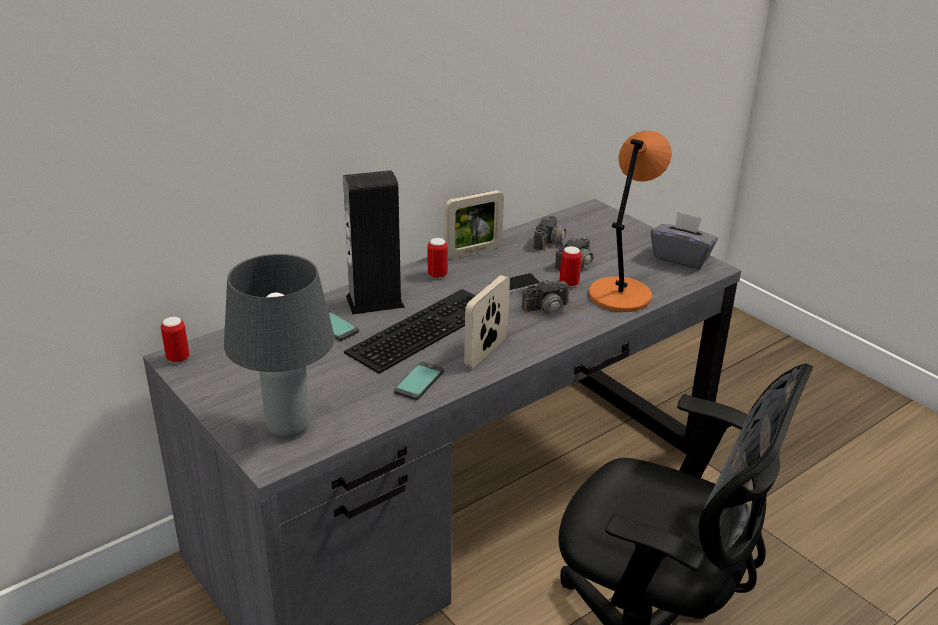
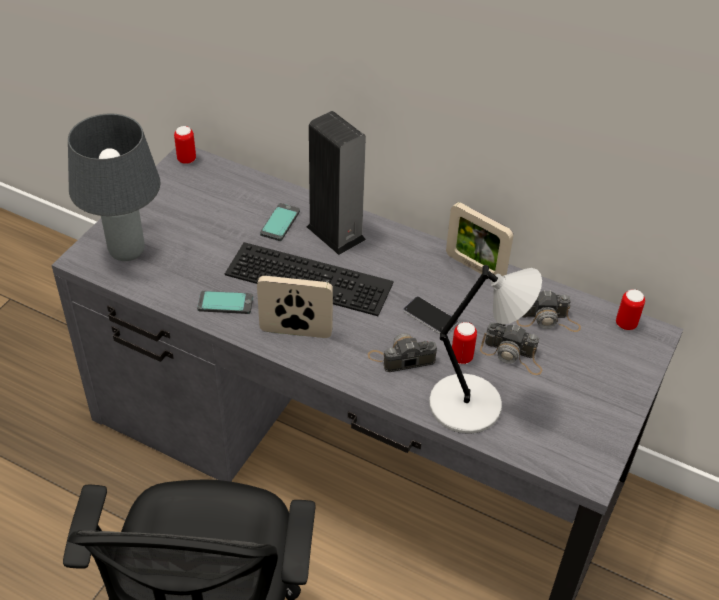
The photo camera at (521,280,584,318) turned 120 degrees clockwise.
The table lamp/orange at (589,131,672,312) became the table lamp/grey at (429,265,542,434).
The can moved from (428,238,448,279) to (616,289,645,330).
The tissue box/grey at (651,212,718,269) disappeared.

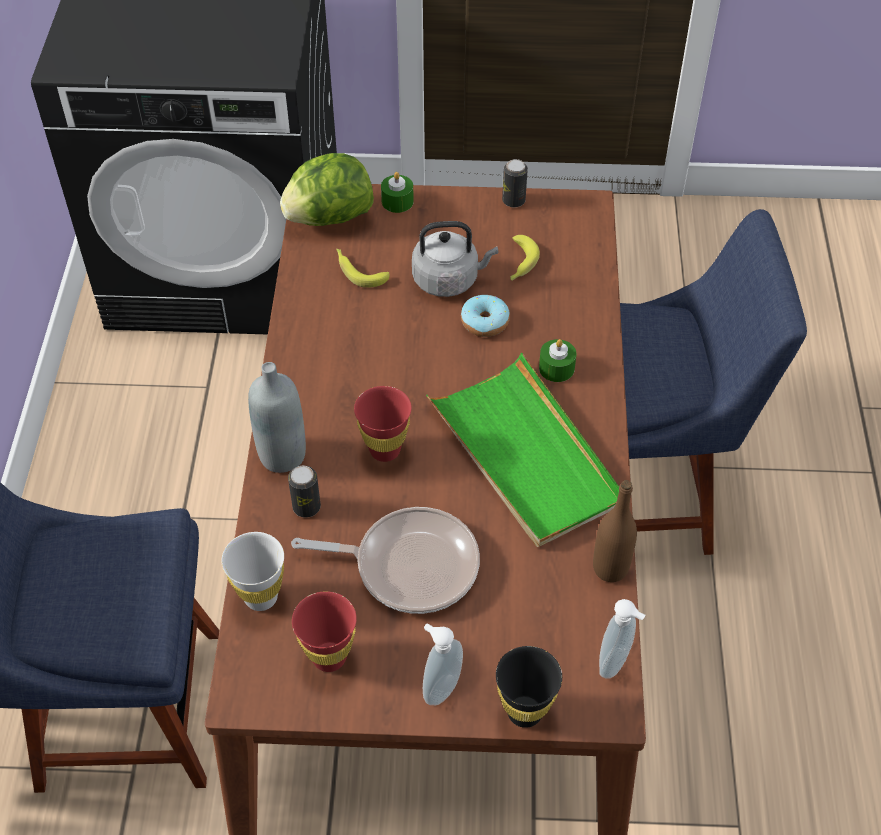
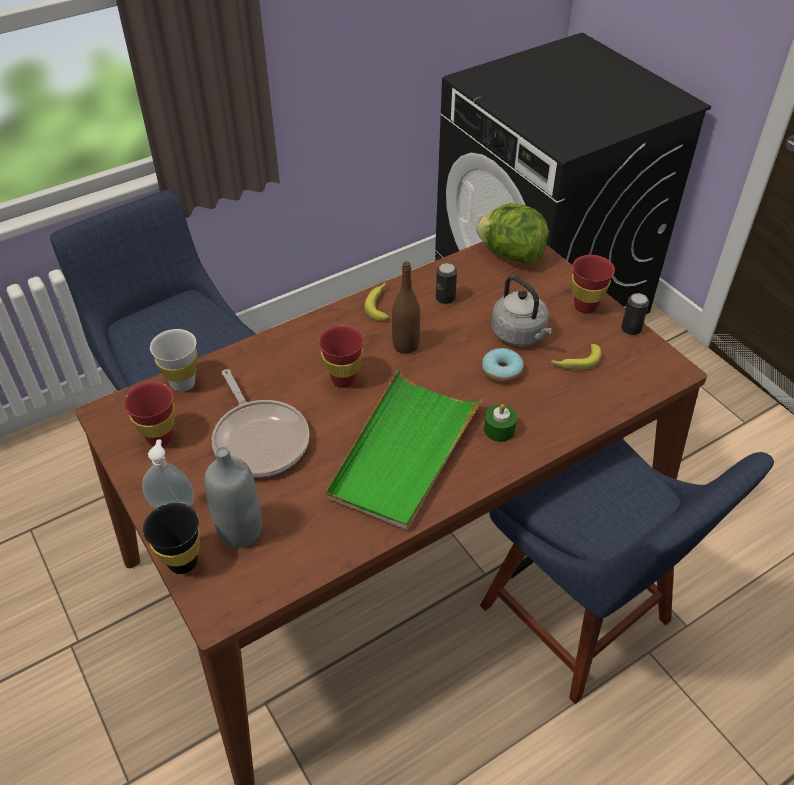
The bottle/grey moved from (248,362,306,473) to (204,446,262,548).
The banana moved from (336,249,390,288) to (364,283,389,321).
The bottle/brown moved from (593,480,637,582) to (392,262,420,354).
The can moved from (288,466,321,518) to (436,263,457,304).
The cup/red at (572,255,615,314) appeared.
The candle/green at (381,172,414,213) disappeared.
The soap dispenser at (599,599,646,679) disappeared.

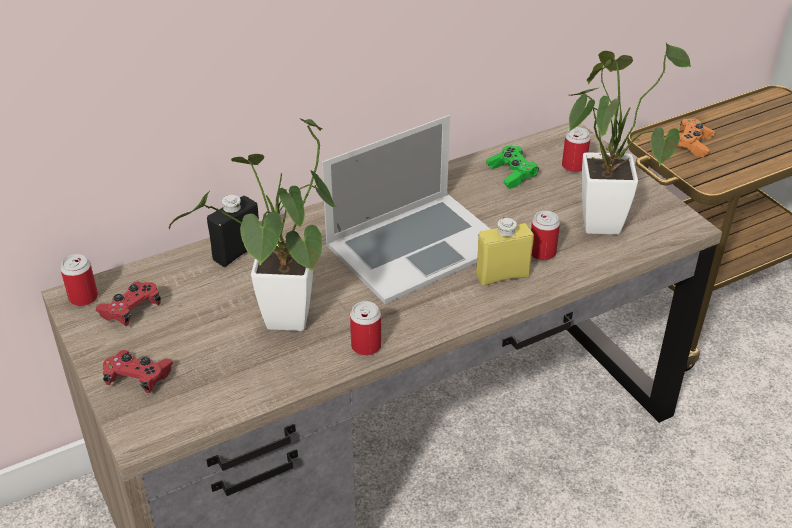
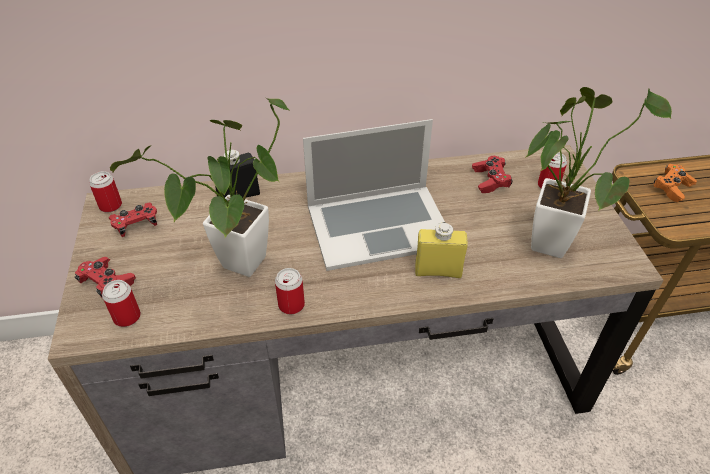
The can moved from (531,211,560,261) to (102,280,141,327).
The game controller/green at (486,146,539,189) became the game controller/red at (472,156,513,193).

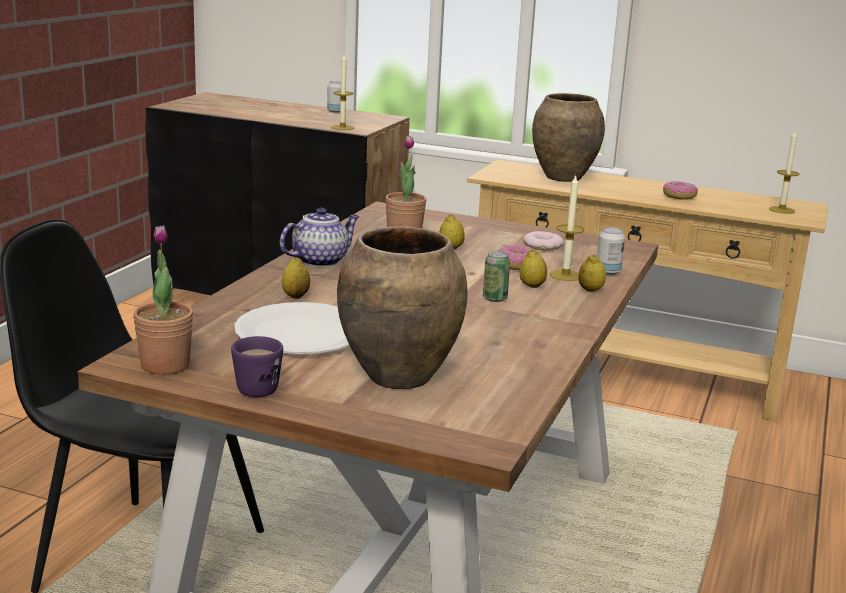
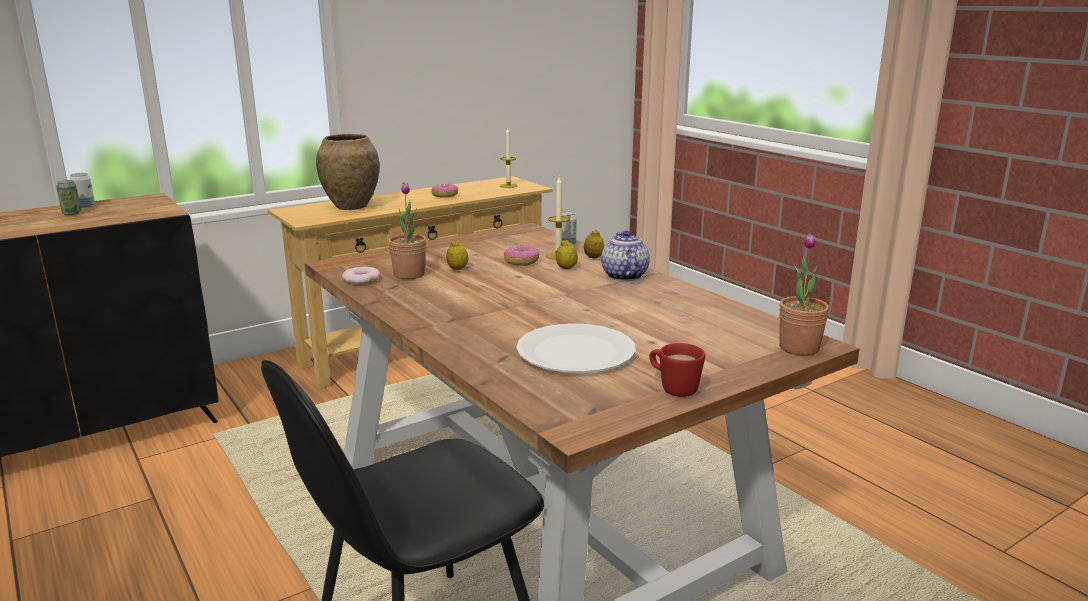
The can moved from (483,251,510,302) to (56,180,81,215).
The donut moved from (523,231,564,251) to (342,267,381,285).
The teapot moved from (280,208,360,267) to (601,231,650,281).
The mug/purple at (231,336,283,397) became the mug/red at (649,343,705,397).
The potted plant moved from (133,225,193,375) to (779,233,829,356).
The lemon at (282,257,310,299) disappeared.
The candle at (331,54,354,130) disappeared.
The vase/brown at (337,226,468,389) disappeared.

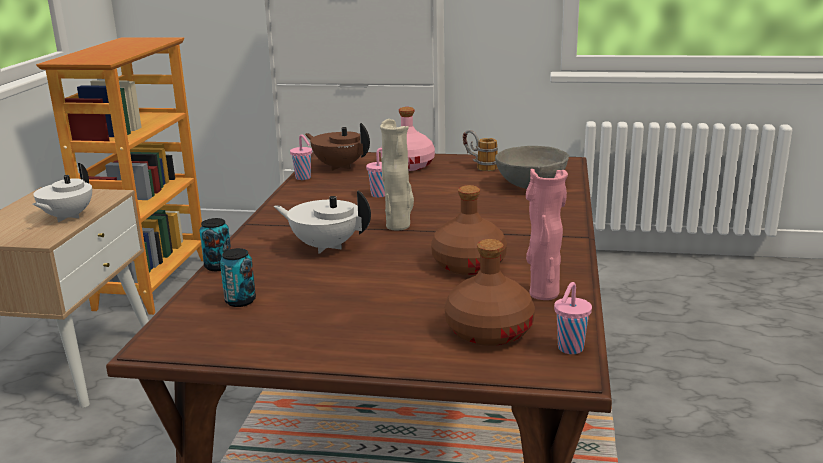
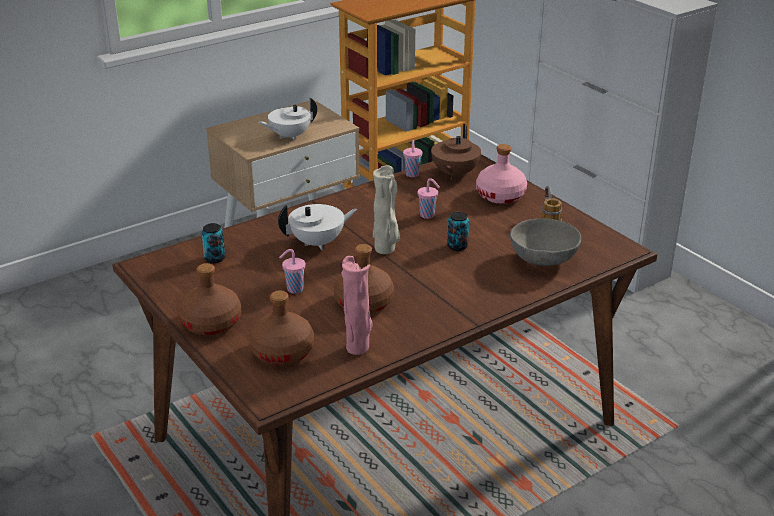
The bottle/brown at (178,263,241,335) appeared.
The teapot/white at (274,190,371,254) turned 90 degrees clockwise.
The cup/pink moved from (554,282,592,354) to (279,249,306,294).
The teapot/brown at (305,123,370,171) turned 150 degrees counterclockwise.
The can moved from (200,218,231,271) to (447,212,469,251).

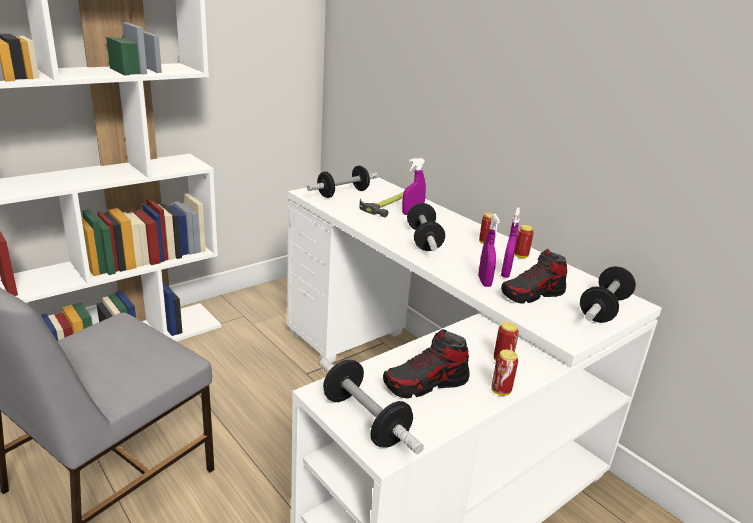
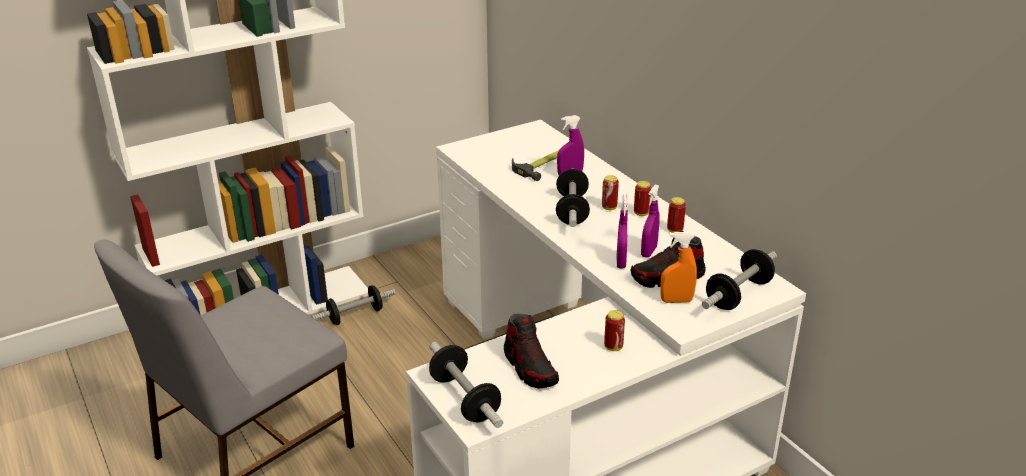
The dumbbell moved from (307,165,378,198) to (311,285,396,325).
The shoe at (383,329,470,398) turned 105 degrees counterclockwise.
The can moved from (491,350,518,396) to (602,175,619,210).
The spray bottle/orange at (660,232,697,303) appeared.

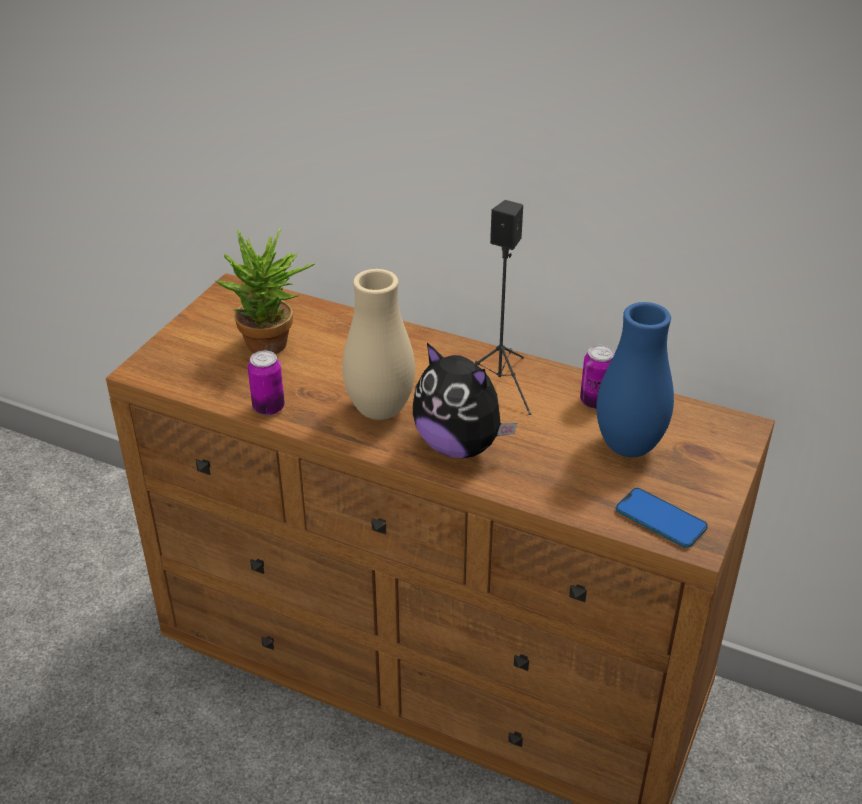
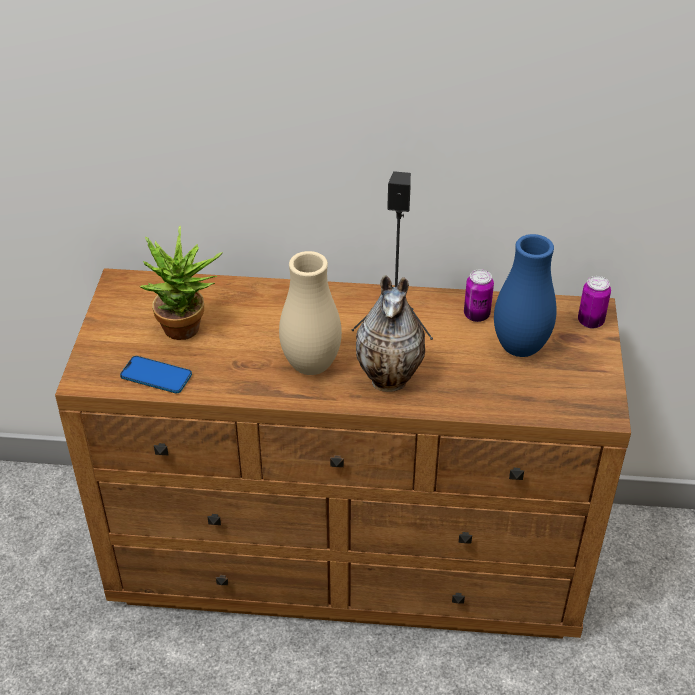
The phone moved from (616,488,708,548) to (120,356,192,394).
The plush toy at (413,343,517,458) was replaced by the vase at (356,275,425,392).
The can moved from (248,351,285,415) to (578,276,611,328).

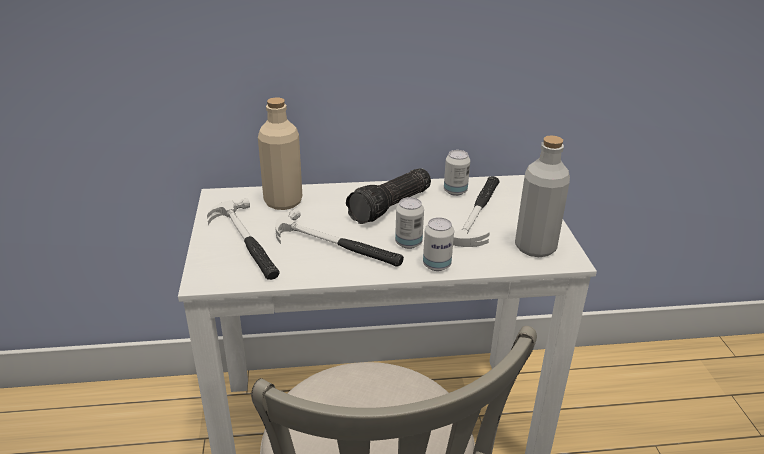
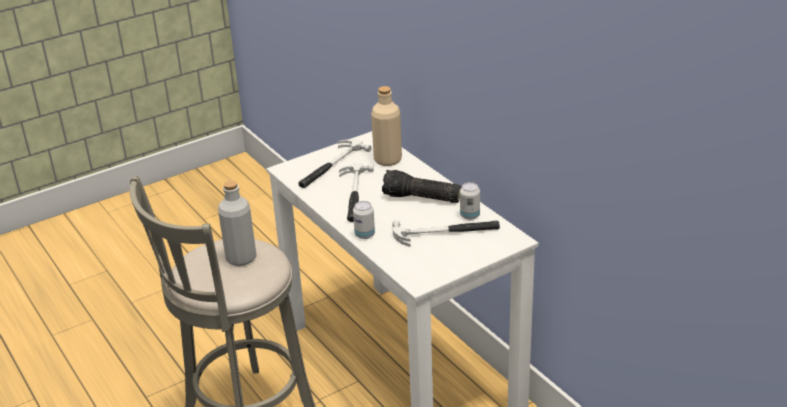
The bottle/grey moved from (515,135,570,257) to (218,180,256,266).
The can at (395,197,424,249) disappeared.

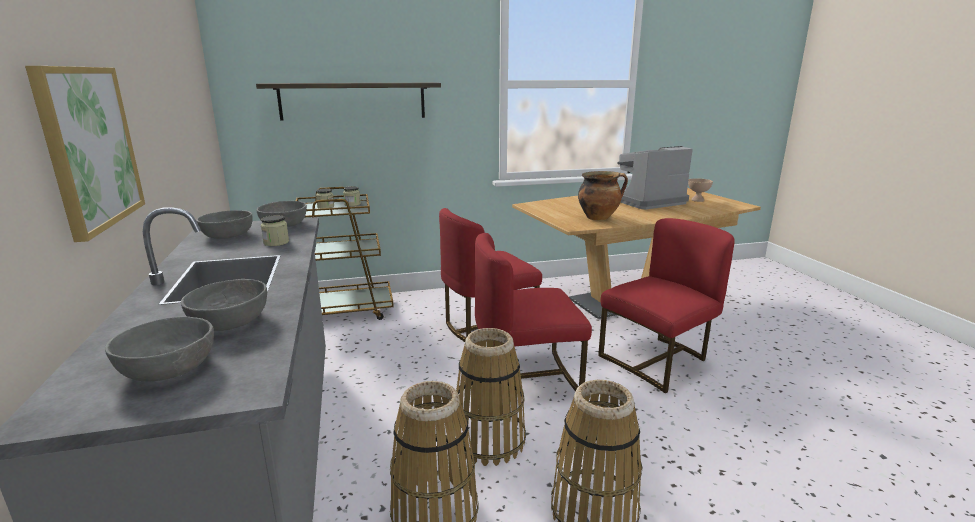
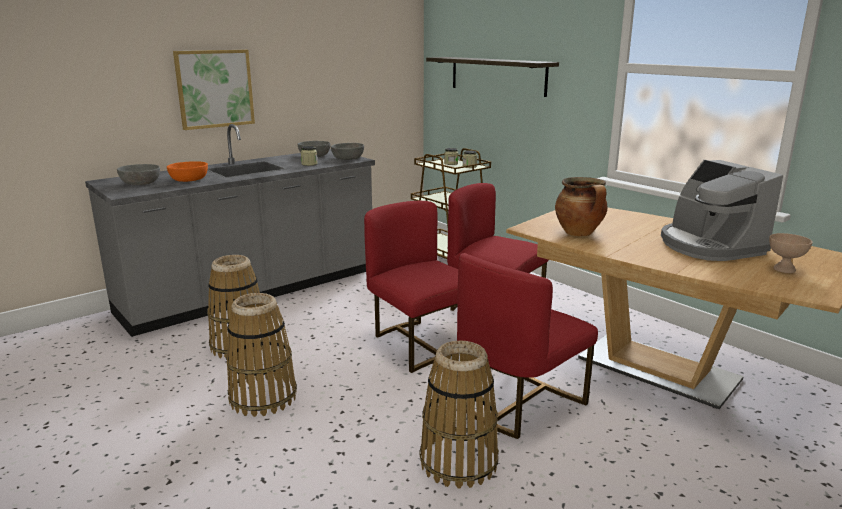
The bowl/grey at (181,279,267,331) became the bowl/orange at (167,161,208,182).
The basket moved from (453,328,526,466) to (420,341,499,489).
The chair/red at (598,218,735,393) turned 105 degrees clockwise.
The coffee machine at (617,146,693,209) turned 150 degrees counterclockwise.

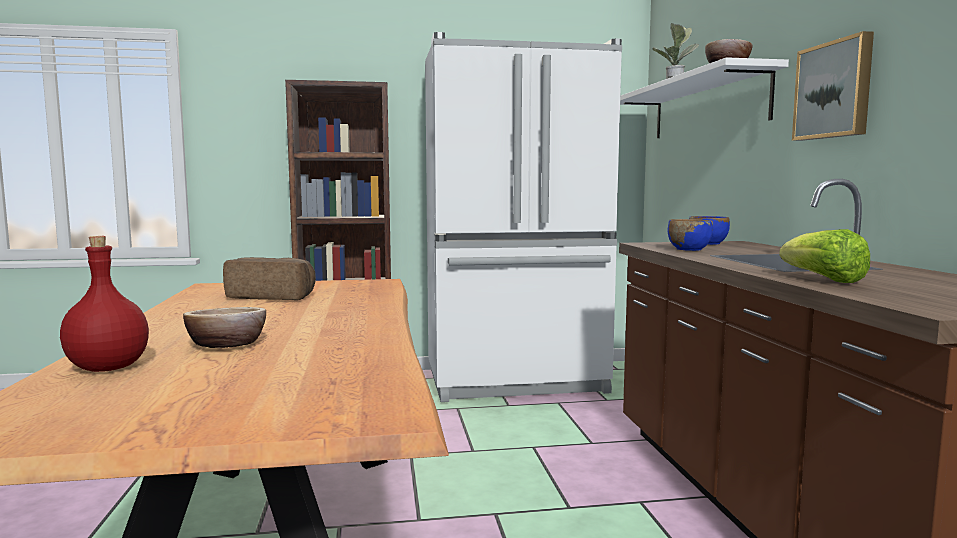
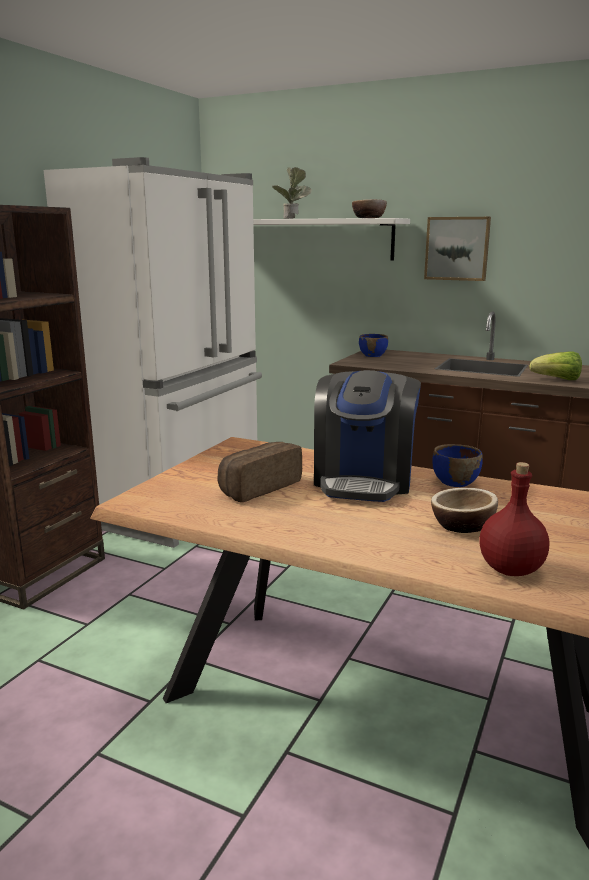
The coffee machine at (314,370,421,502) appeared.
The bowl/blue moved from (668,219,713,251) to (433,444,483,487).

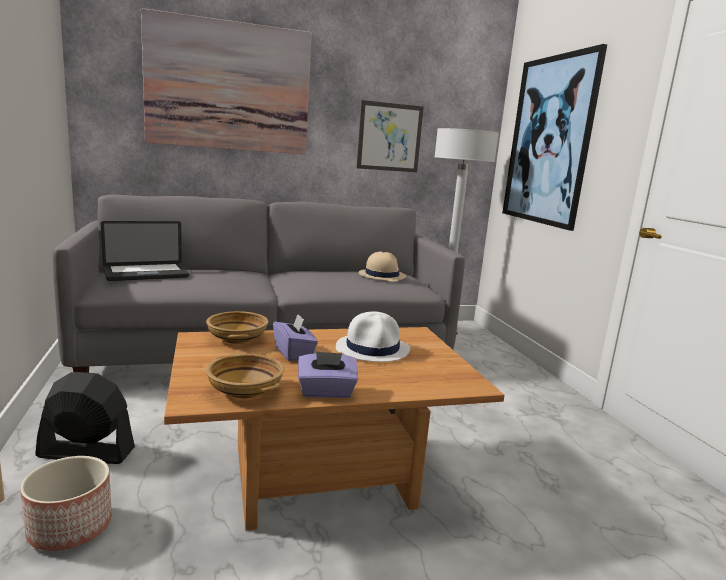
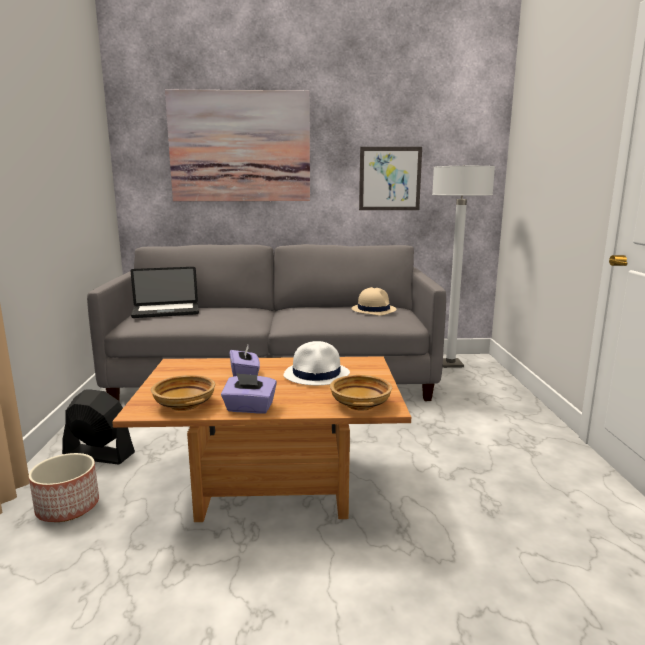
The bowl/beige moved from (206,311,269,344) to (330,375,392,411).
The picture at (502,44,607,231) disappeared.

